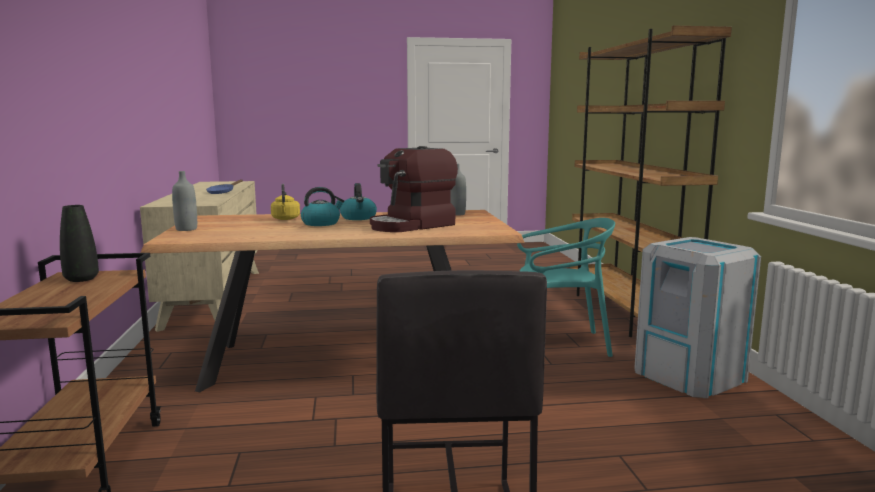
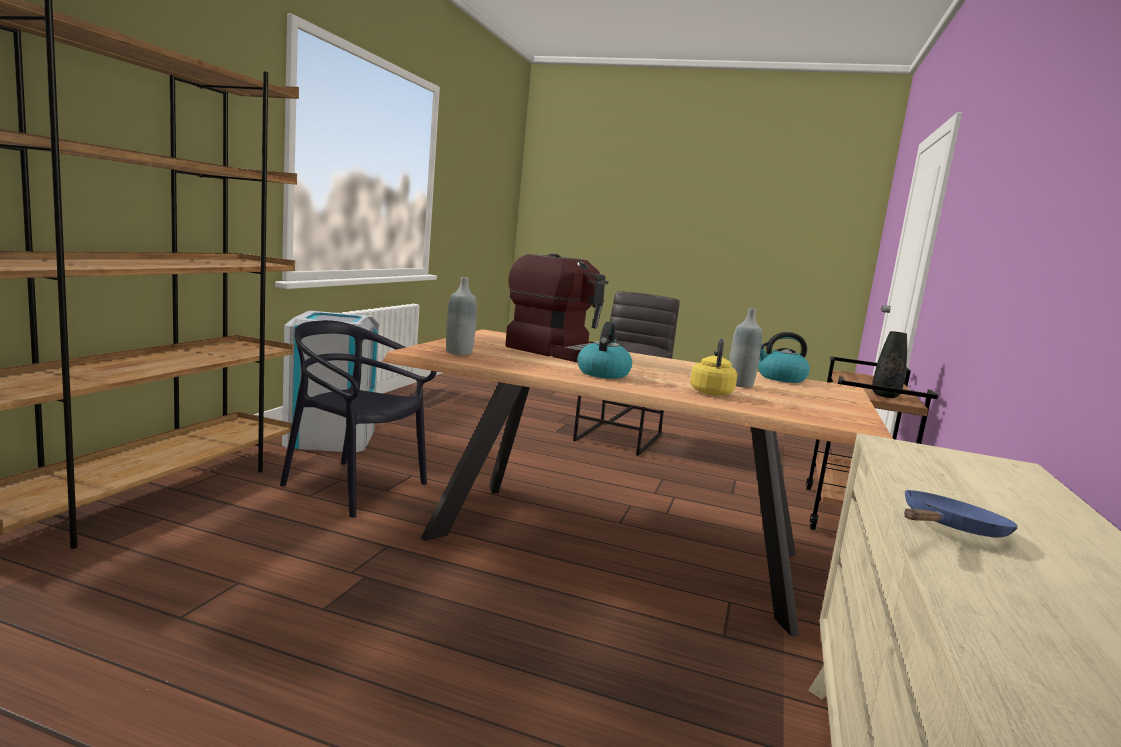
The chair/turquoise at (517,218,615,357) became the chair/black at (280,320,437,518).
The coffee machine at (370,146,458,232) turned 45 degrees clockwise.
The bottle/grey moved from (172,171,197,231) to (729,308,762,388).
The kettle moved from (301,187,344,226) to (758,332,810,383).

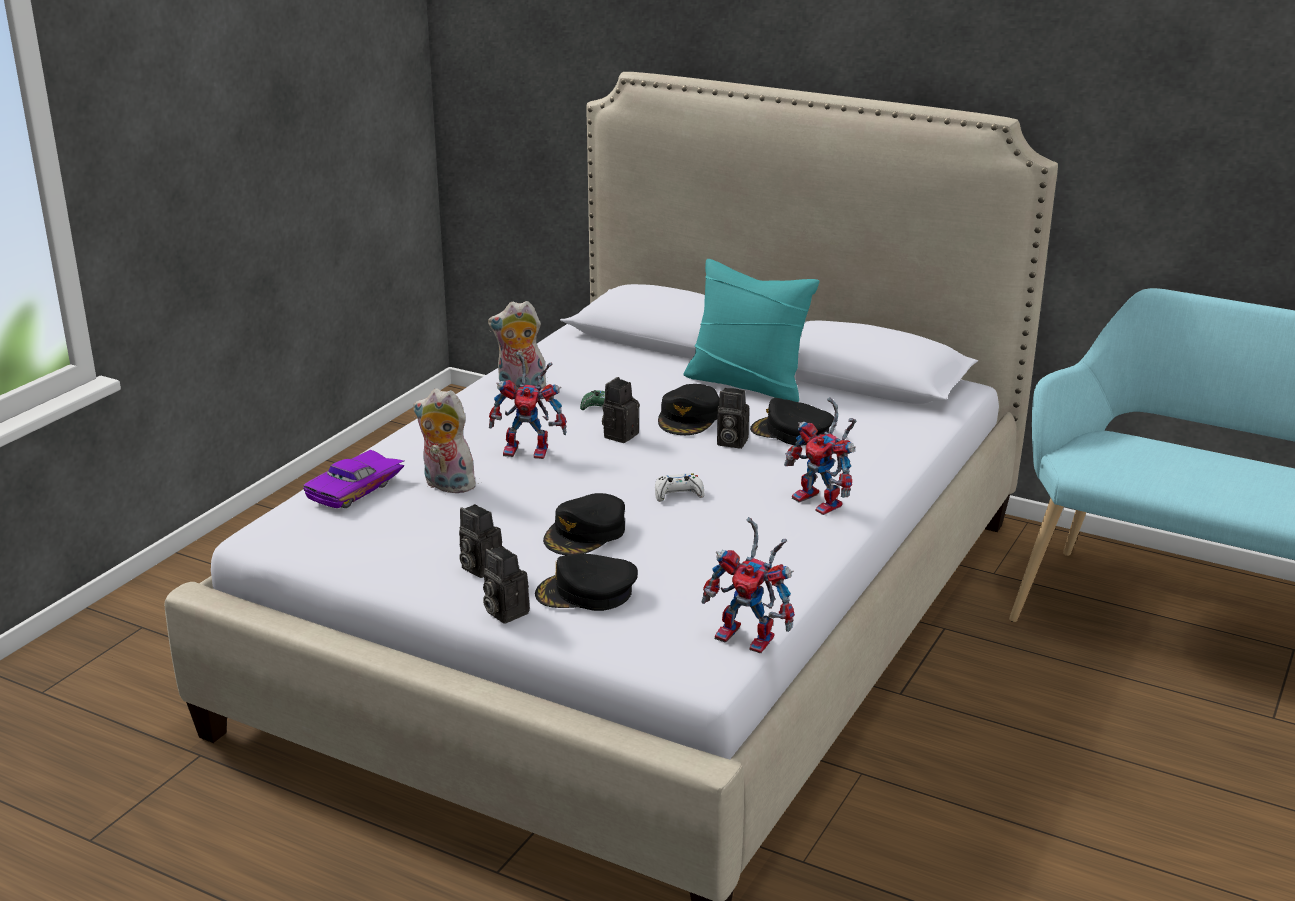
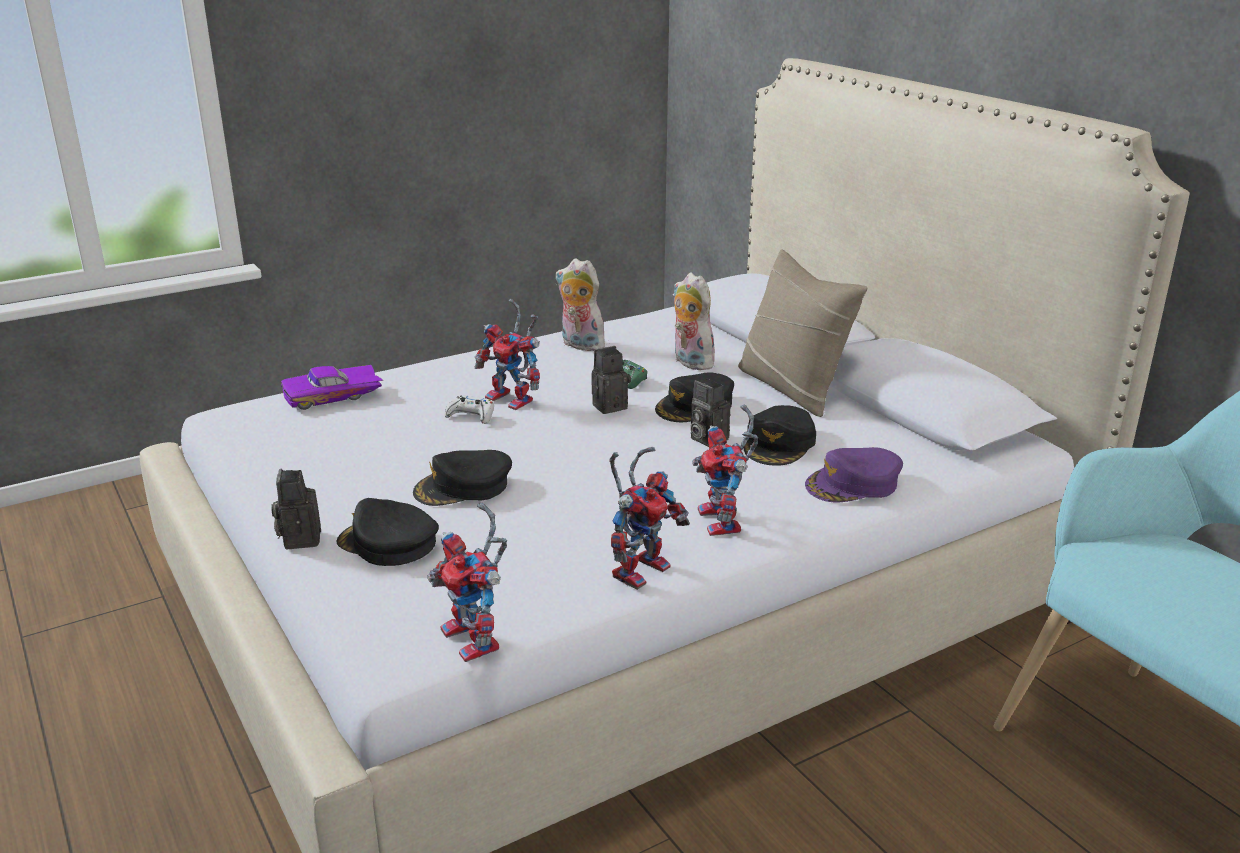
The game controller/white moved from (655,473,704,502) to (445,396,494,424).
The toy robot at (609,447,690,590) appeared.
The plush toy moved from (413,388,478,493) to (673,273,715,370).
The pillow/turquoise at (683,259,820,402) became the pillow/beige at (738,250,867,417).
The cap/black at (750,398,834,445) turned 120 degrees counterclockwise.
The cap/purple at (805,447,903,502) appeared.
The photo camera at (459,504,502,578) disappeared.

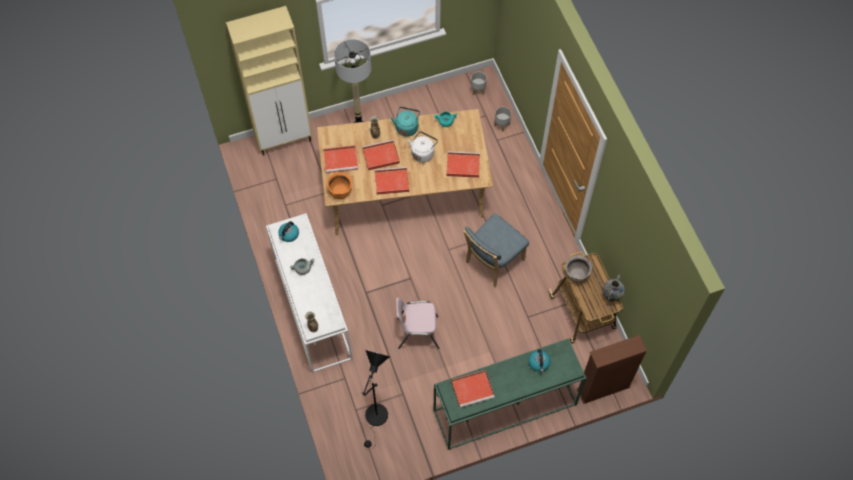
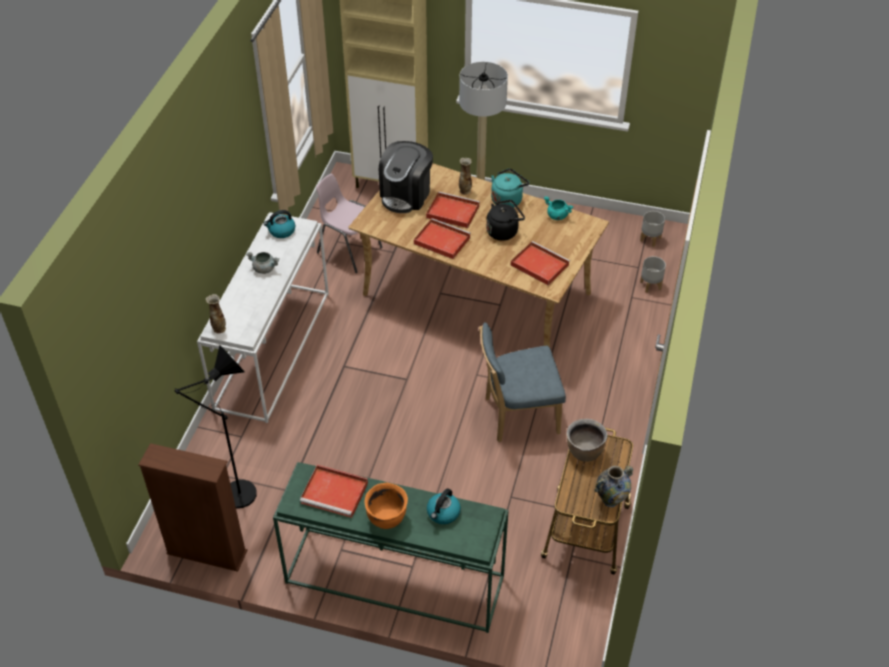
The bookcase/brown moved from (577,335,647,404) to (138,443,247,572).
The chair/pink moved from (396,298,439,349) to (316,174,383,273).
The cooking pot/orange moved from (327,172,352,199) to (365,483,408,529).
The tray/red at (323,145,358,173) was replaced by the coffee machine at (379,141,433,213).
The kettle/white at (408,131,438,162) became the kettle/black at (486,200,525,241).

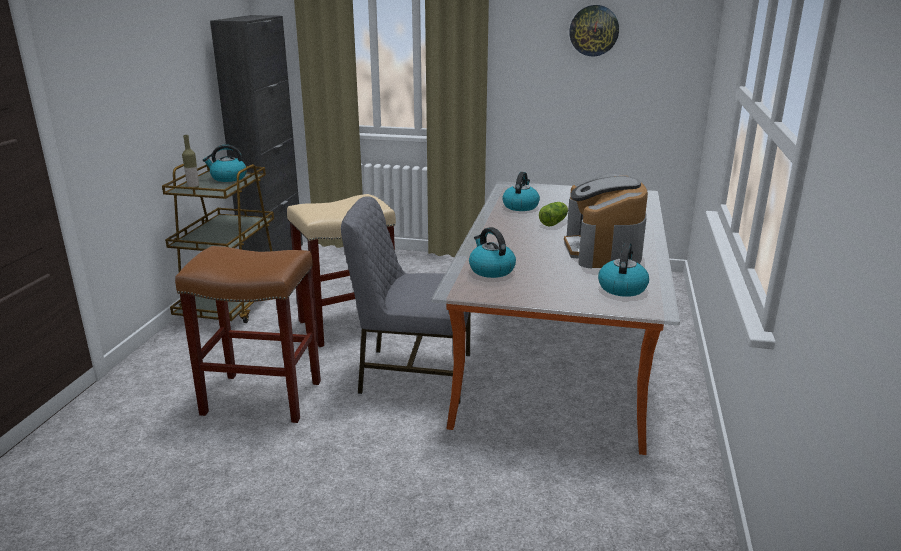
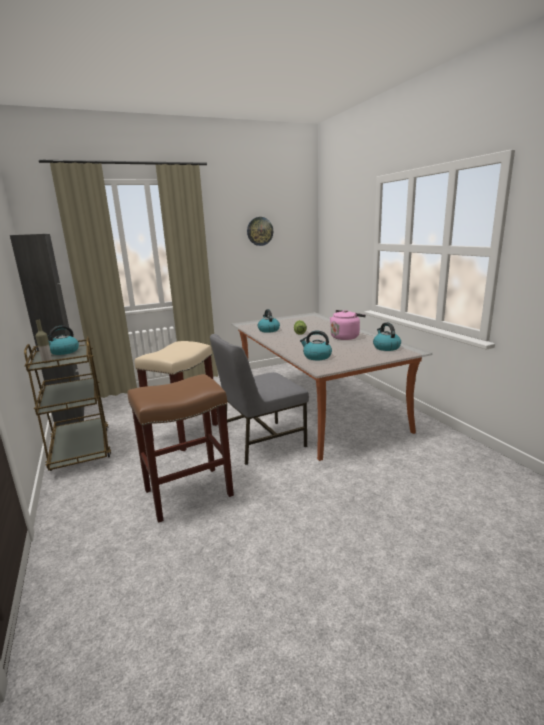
The coffee machine at (564,172,648,268) was replaced by the kettle/pink at (330,310,366,340).

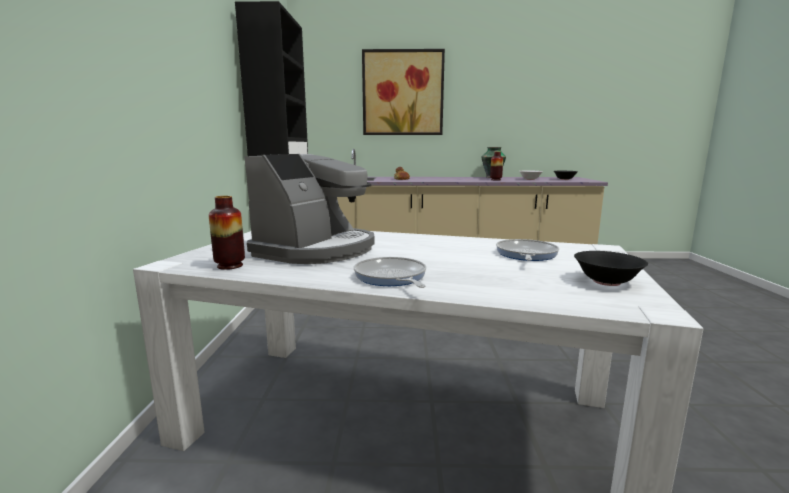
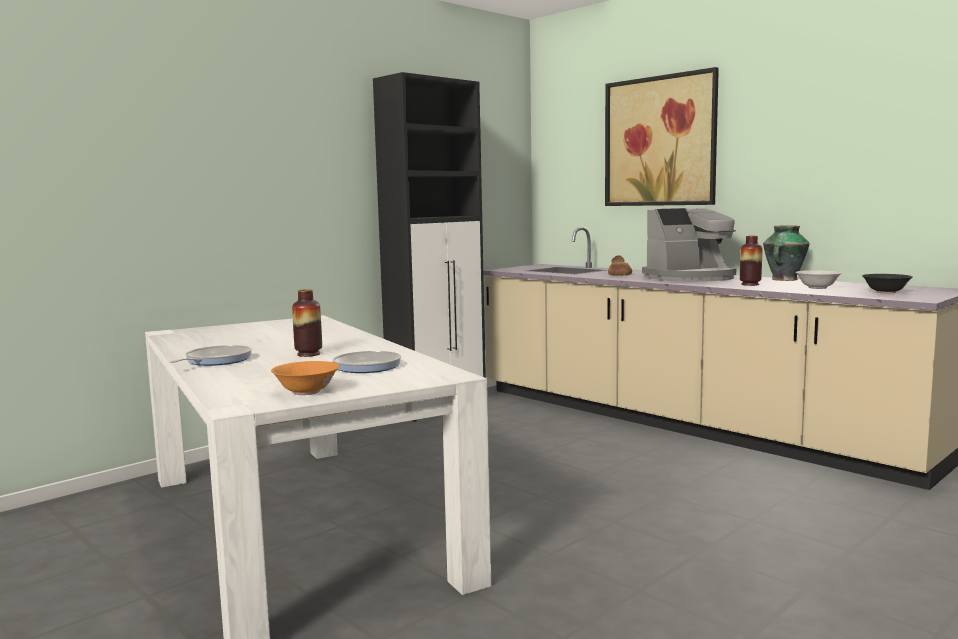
The bowl/black at (574,251,648,286) became the bowl/orange at (271,361,339,395).
The vase moved from (209,196,245,270) to (292,289,322,357).
The coffee machine moved from (244,154,375,264) to (642,208,736,282).

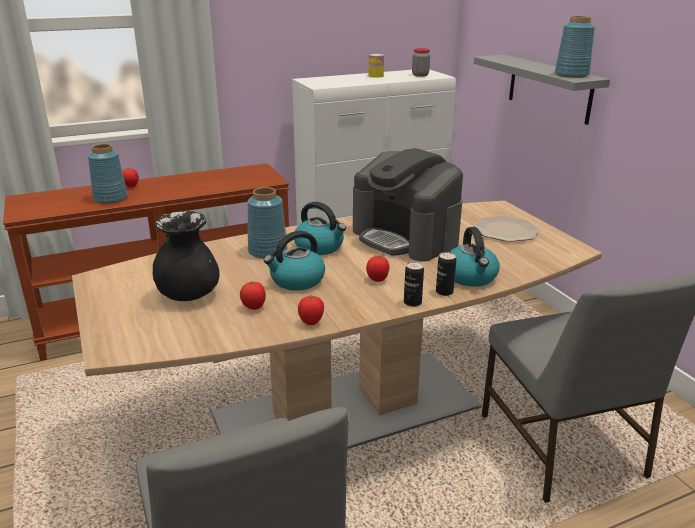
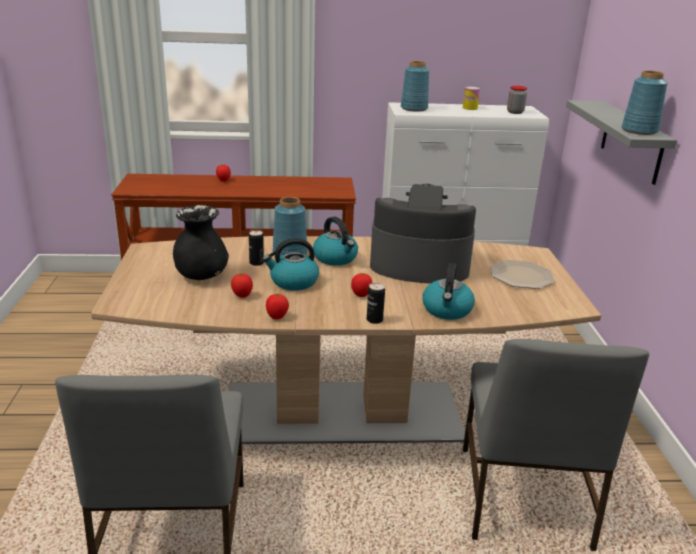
The can moved from (436,252,456,296) to (249,230,264,266).
The coffee machine at (353,148,463,262) turned 120 degrees clockwise.
The vase/blue moved from (88,144,127,204) to (401,61,429,112).

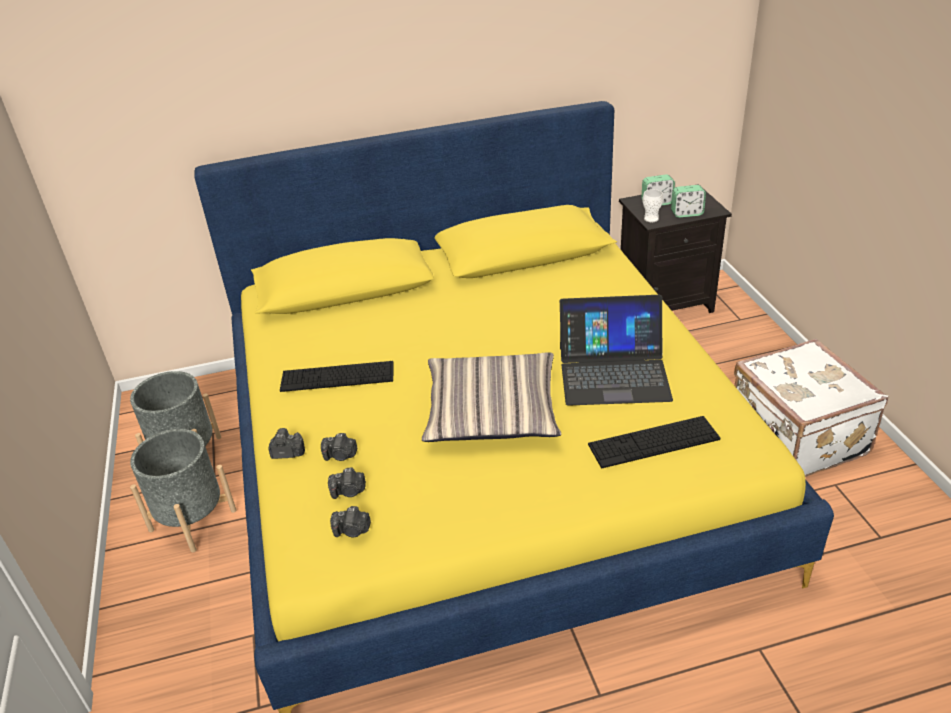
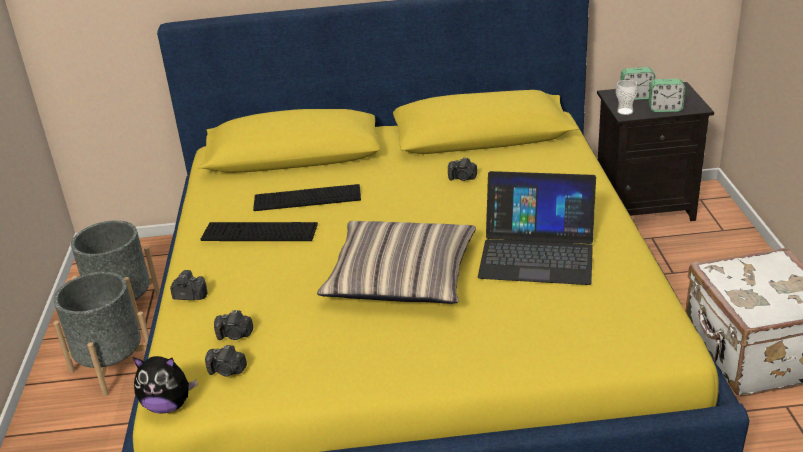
The plush toy at (133,356,197,414) appeared.
The keyboard moved from (588,416,720,468) to (253,184,361,211).
The photo camera moved from (321,433,358,461) to (448,157,477,181).

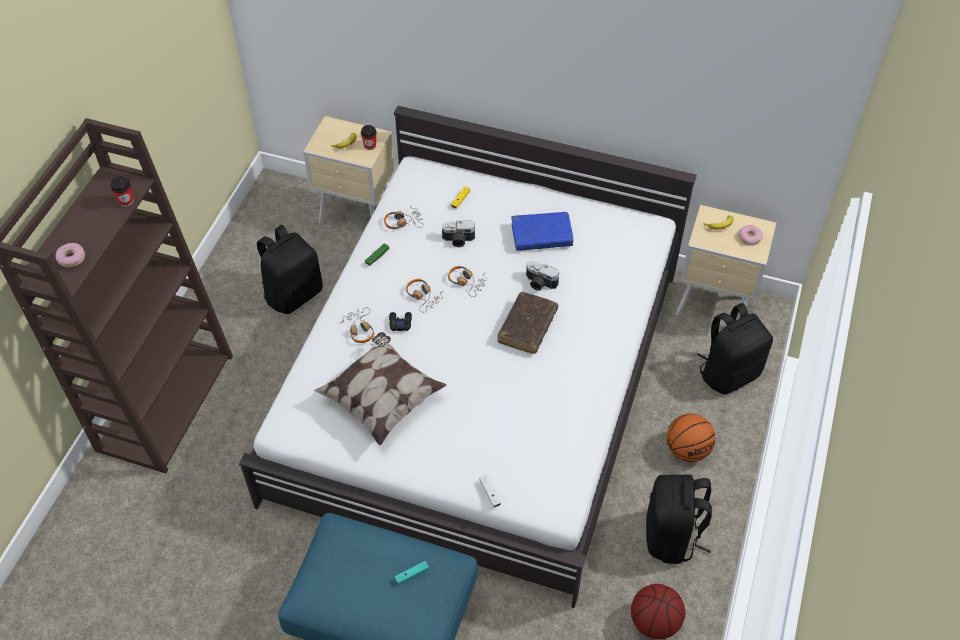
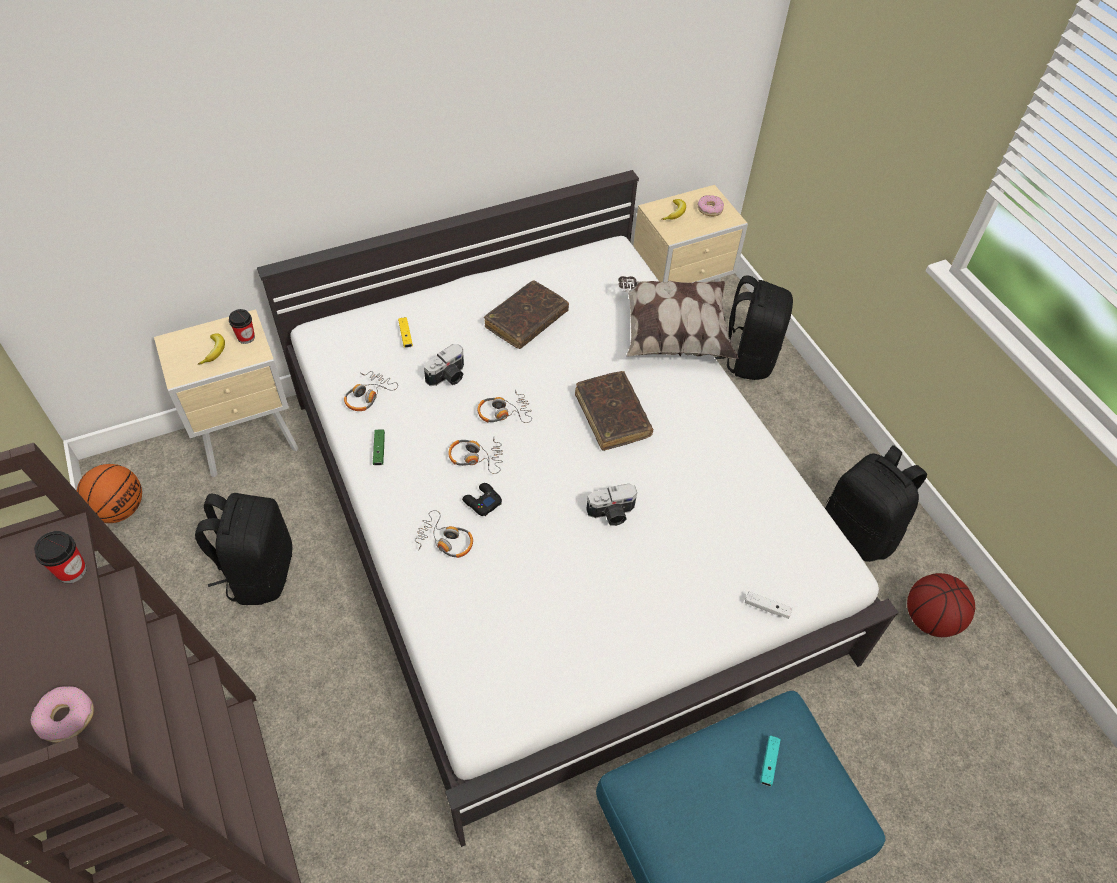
The basketball moved from (667,414,716,462) to (77,464,142,523).
The book/blue at (511,212,574,251) became the book/brown at (484,281,569,349).
The photo camera moved from (526,261,559,291) to (586,484,637,526).
The pillow moved from (314,332,446,446) to (618,276,739,359).

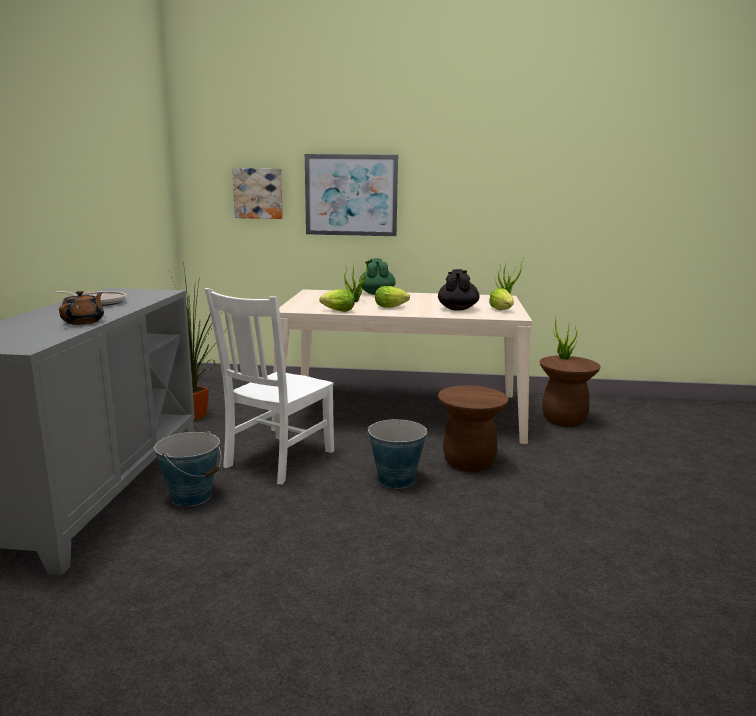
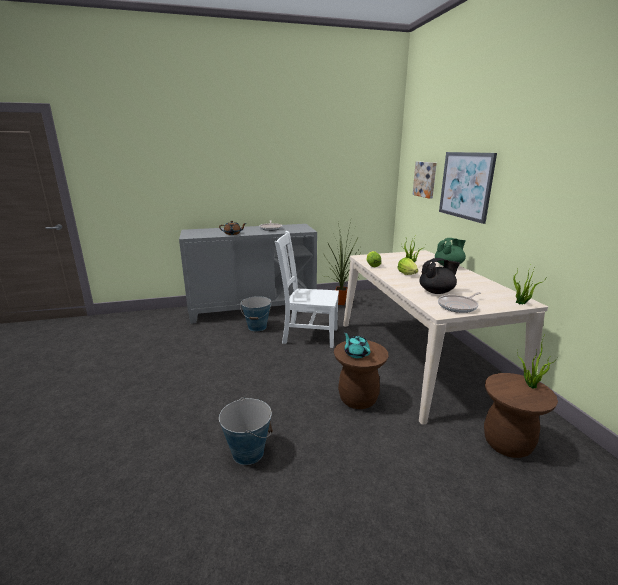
The bucket moved from (368,419,428,489) to (219,397,273,465).
The teapot/turquoise at (344,332,371,358) appeared.
The lettuce at (489,288,514,310) was replaced by the frying pan at (438,292,481,313).

